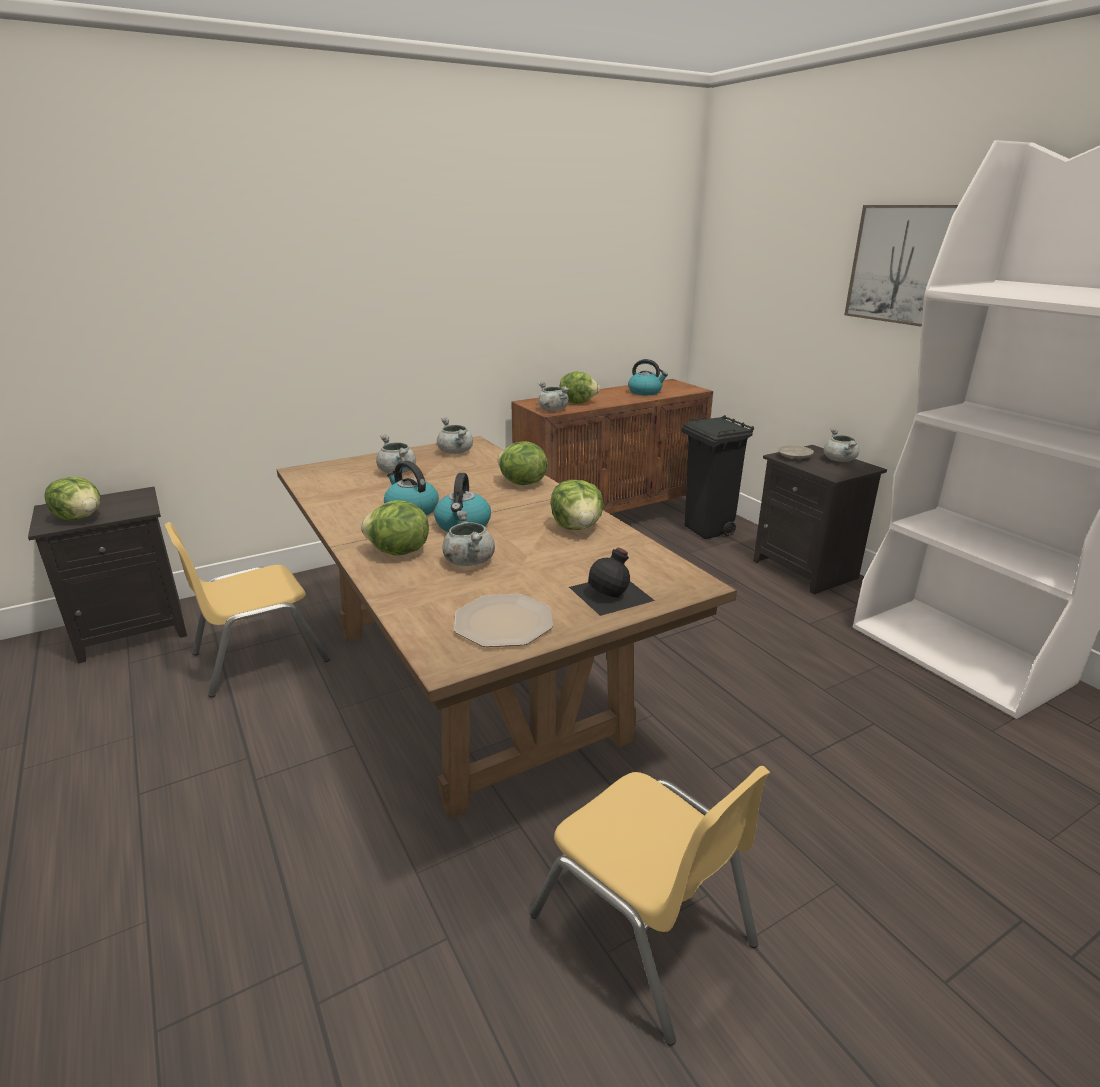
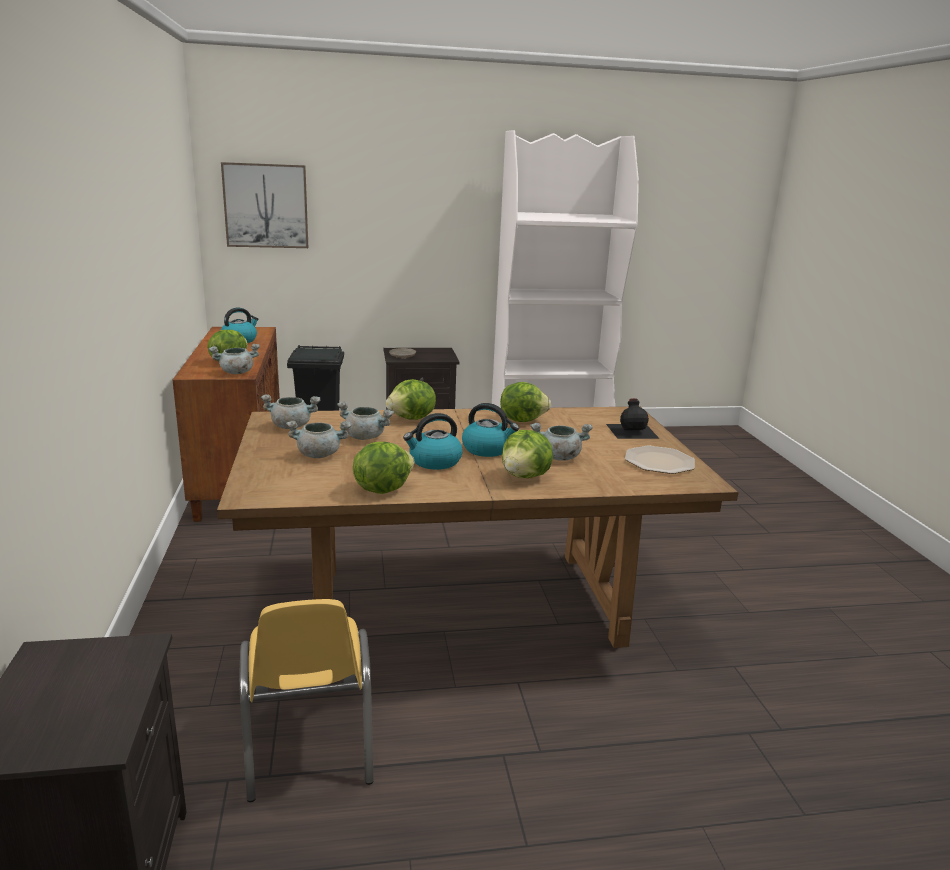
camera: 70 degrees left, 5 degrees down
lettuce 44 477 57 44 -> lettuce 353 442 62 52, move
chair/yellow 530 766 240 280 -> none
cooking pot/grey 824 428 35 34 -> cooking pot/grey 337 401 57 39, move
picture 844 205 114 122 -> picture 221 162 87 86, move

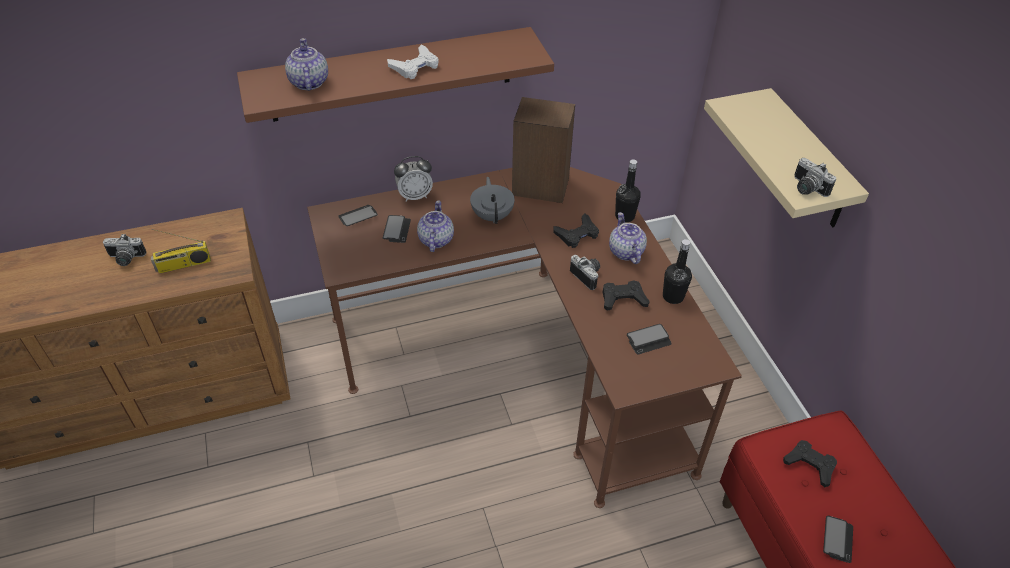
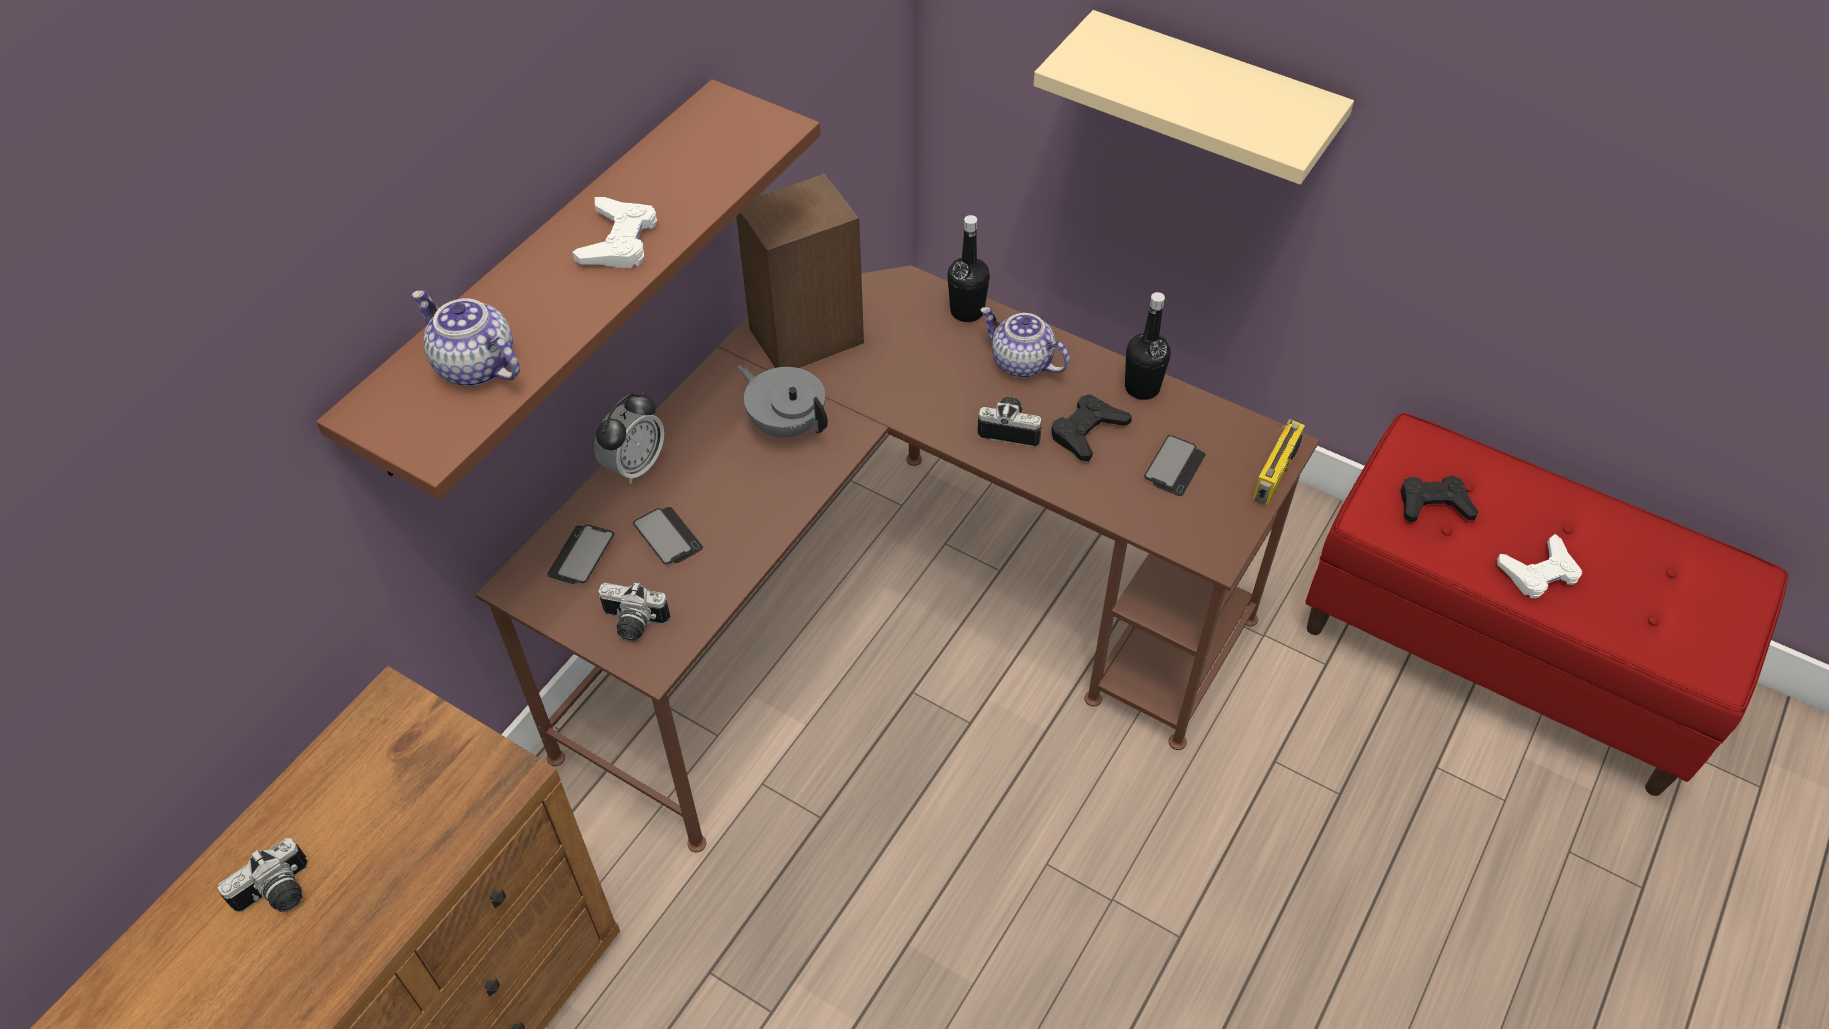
camera: 40 degrees left, 5 degrees up
radio 151 229 60 45 -> radio 1253 419 52 85, move
teapot 417 201 37 51 -> none
game controller/black 553 213 46 35 -> none
photo camera 794 158 42 39 -> photo camera 598 582 72 60, move
phone 823 516 30 47 -> game controller/white 1497 534 85 64

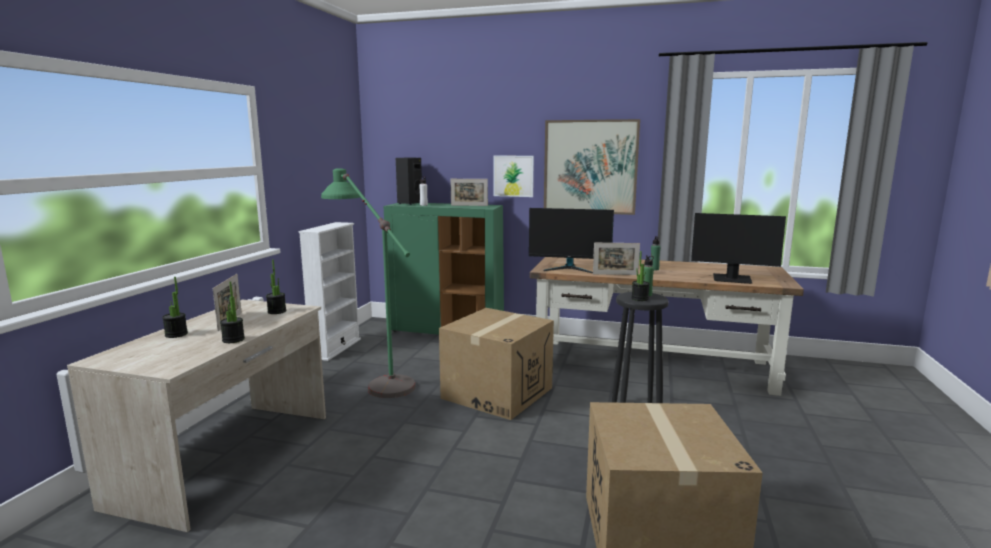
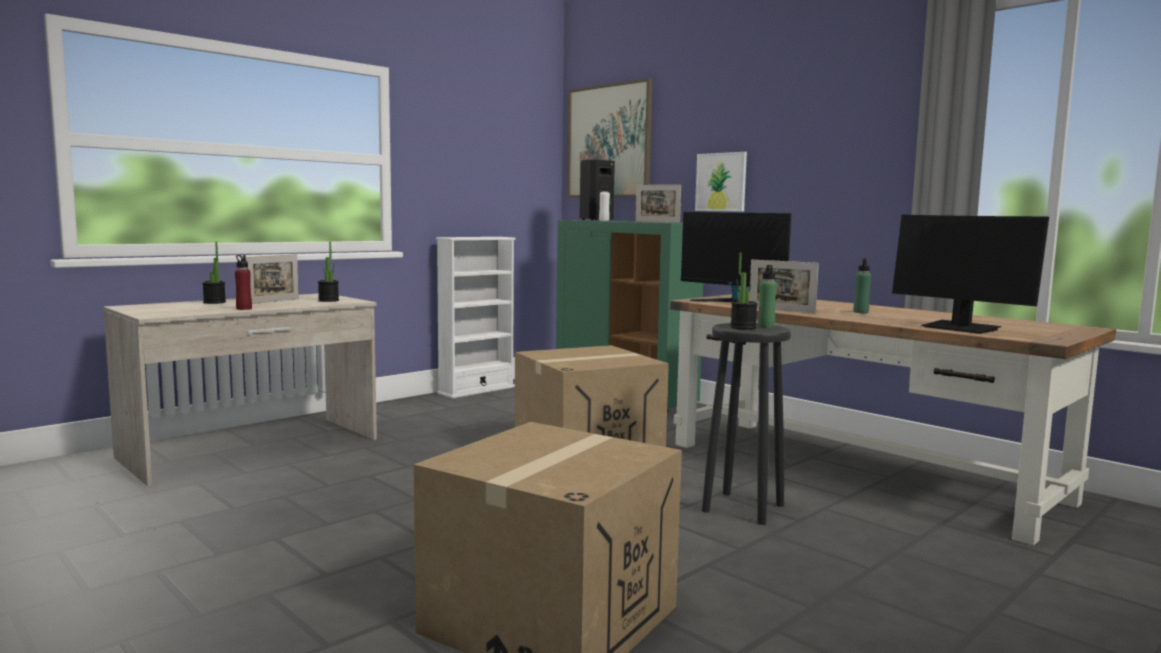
camera: 30 degrees right, 5 degrees down
potted plant 220 282 25 61 -> bottle/red 235 255 17 55
floor lamp/green 321 168 95 230 -> none
picture 544 119 96 96 -> picture 567 78 86 119, move

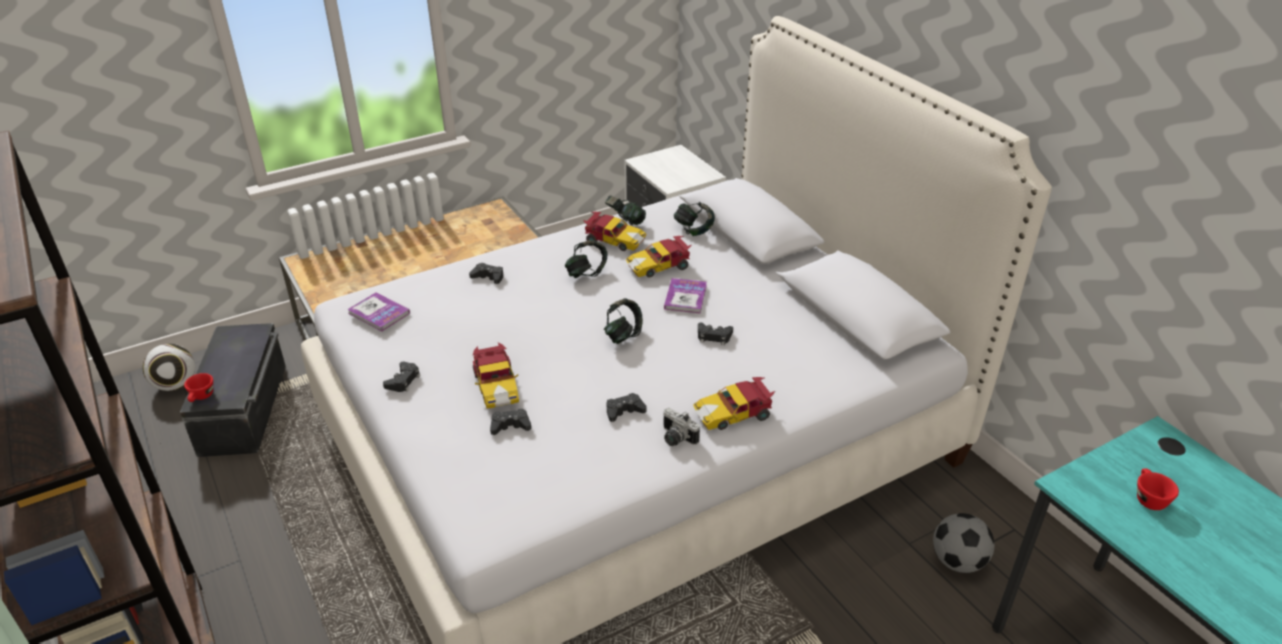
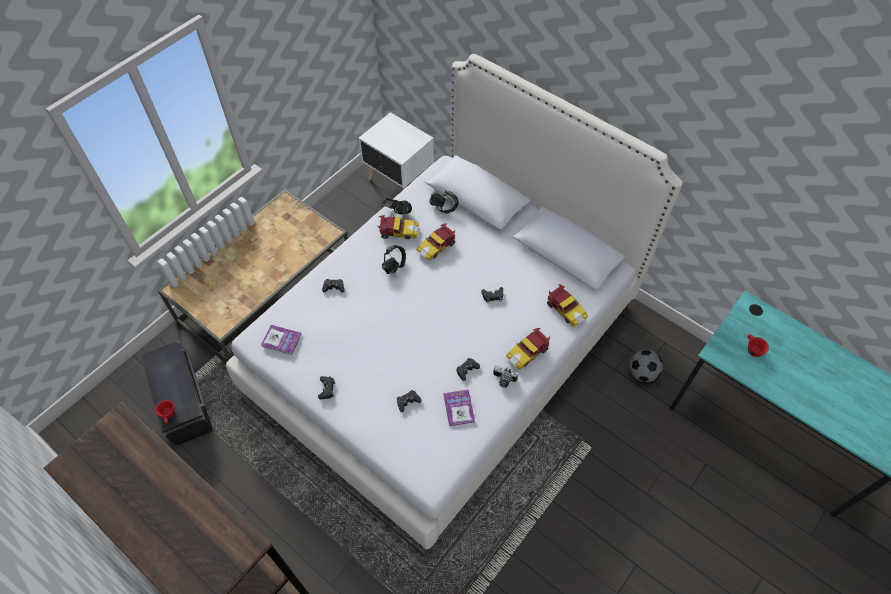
camera: 20 degrees left, 20 degrees up
football 143 344 52 47 -> none
toy car 472 342 47 67 -> toy car 547 284 41 43, move
headphones 604 298 39 46 -> none
book 664 278 43 35 -> book 443 389 32 37, move

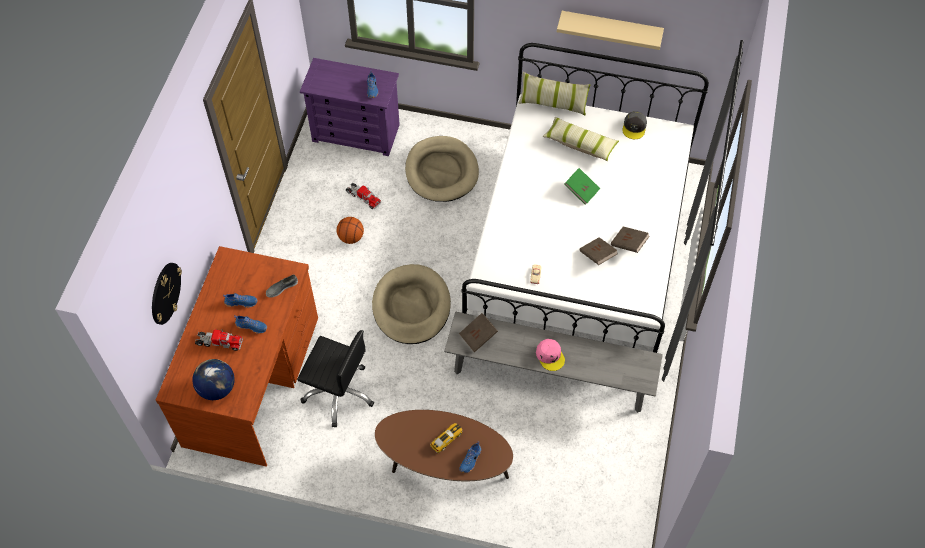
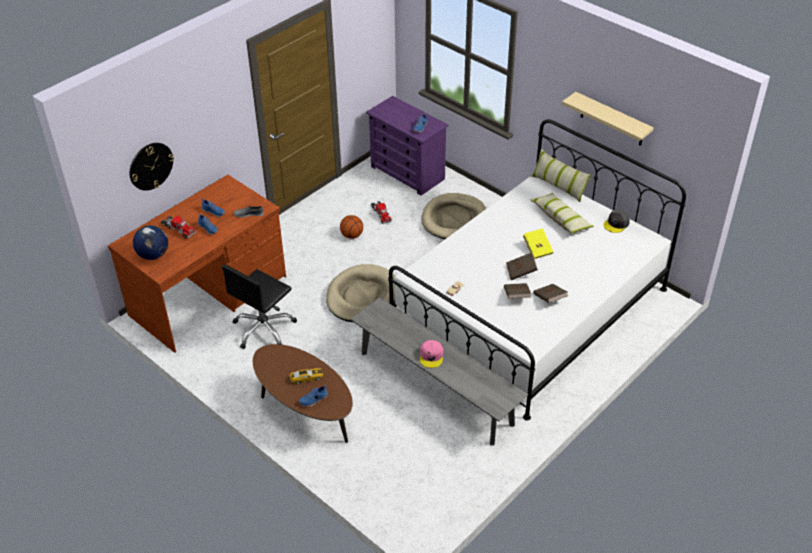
camera: 30 degrees right, 15 degrees down
office chair/black 297 330 77 97 -> office chair/black 222 265 75 84, 75 degrees clockwise
book/brown 459 313 39 39 -> book/brown 506 252 32 28, move
book/green 564 168 36 37 -> book/yellow 523 229 31 30

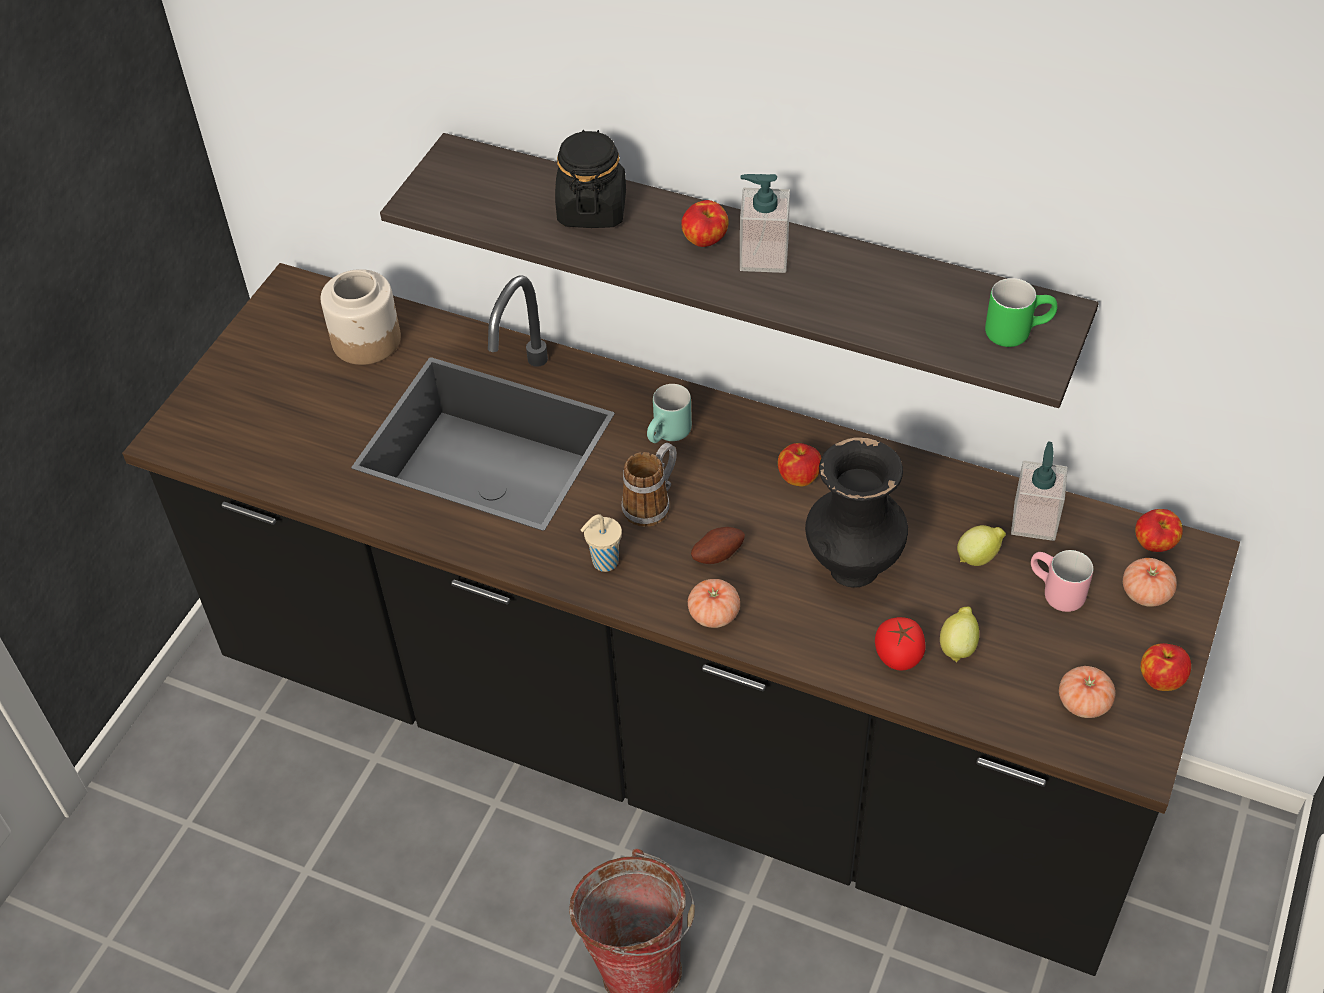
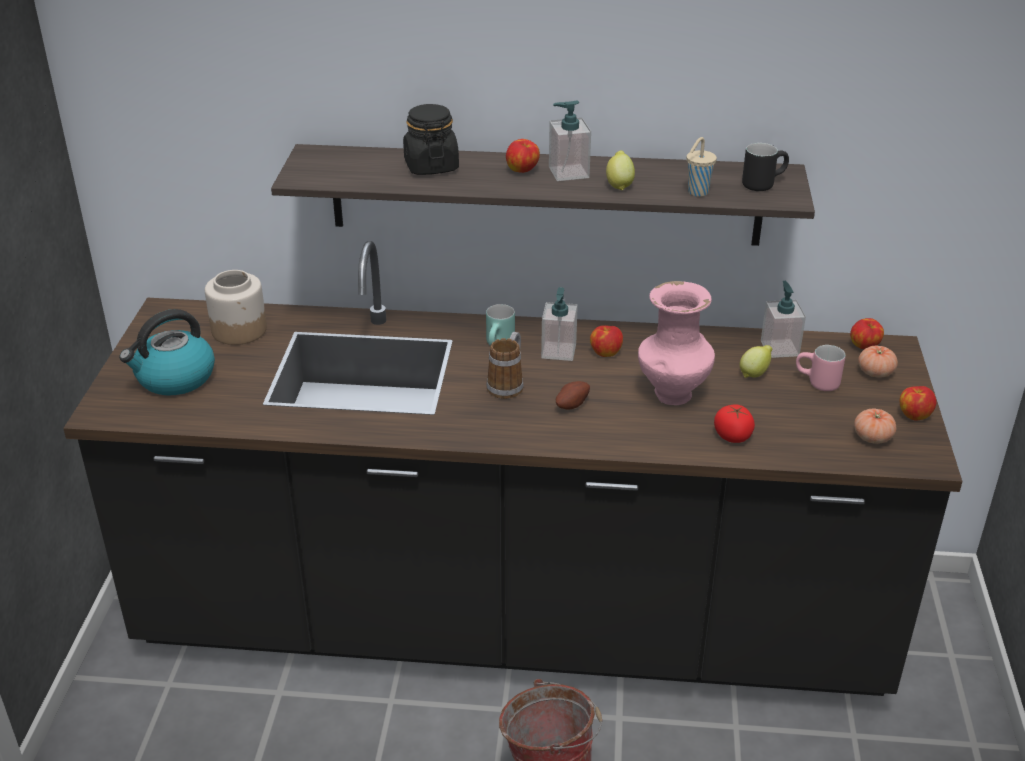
camera: 20 degrees left, 15 degrees down
cup/beige 581 514 41 58 -> cup/beige 687 137 30 60, move
tomato 688 579 52 49 -> none
vase/black 805 437 103 151 -> vase/pink 638 281 77 124
lemon 940 607 39 56 -> lemon 606 150 29 40, move
mug/green 985 278 72 69 -> mug/black 742 143 47 48
none -> kettle 119 309 96 86
none -> soap dispenser 541 287 37 74

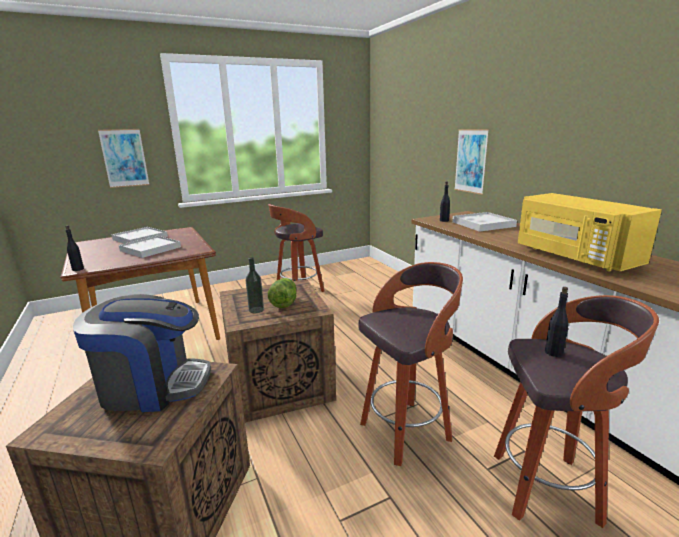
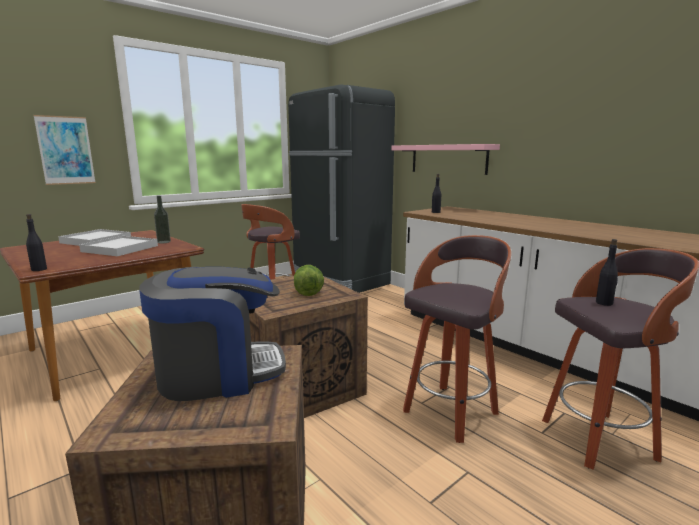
camera: 15 degrees left, 5 degrees down
bottle 246 257 18 56 -> bottle 154 195 17 48, move
tray/white 452 212 65 20 -> none
picture 454 129 35 66 -> shelf/pink 391 144 109 31
microwave/yellow 518 193 144 78 -> none
none -> fridge/black 288 85 107 208

